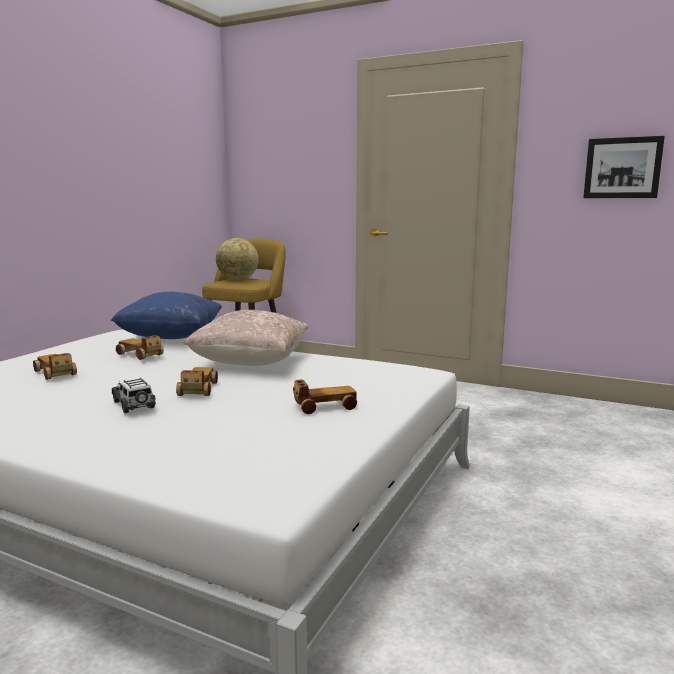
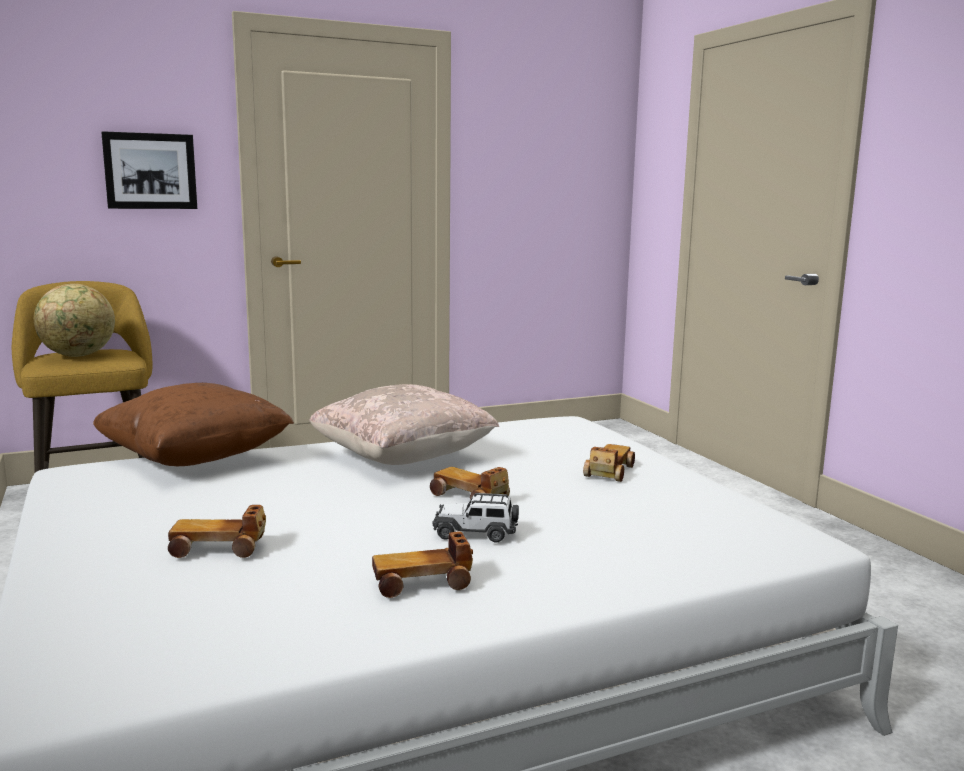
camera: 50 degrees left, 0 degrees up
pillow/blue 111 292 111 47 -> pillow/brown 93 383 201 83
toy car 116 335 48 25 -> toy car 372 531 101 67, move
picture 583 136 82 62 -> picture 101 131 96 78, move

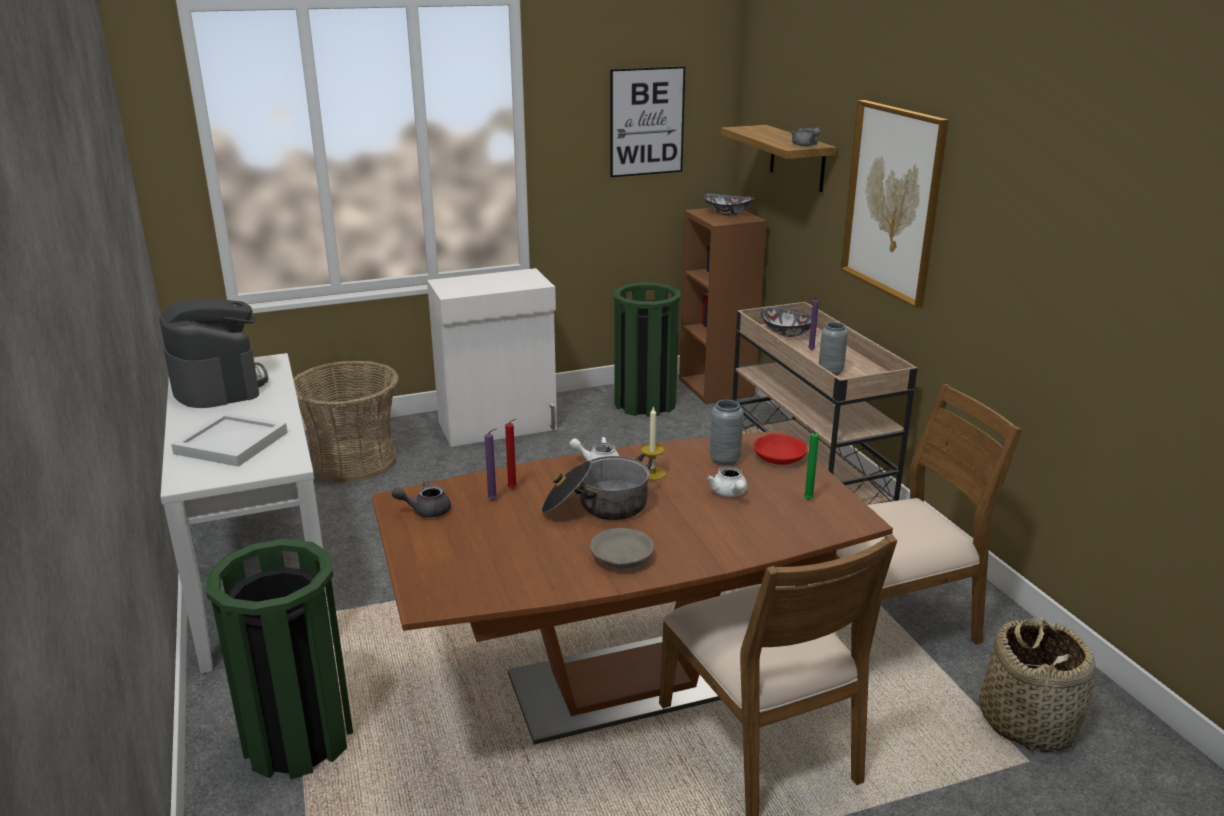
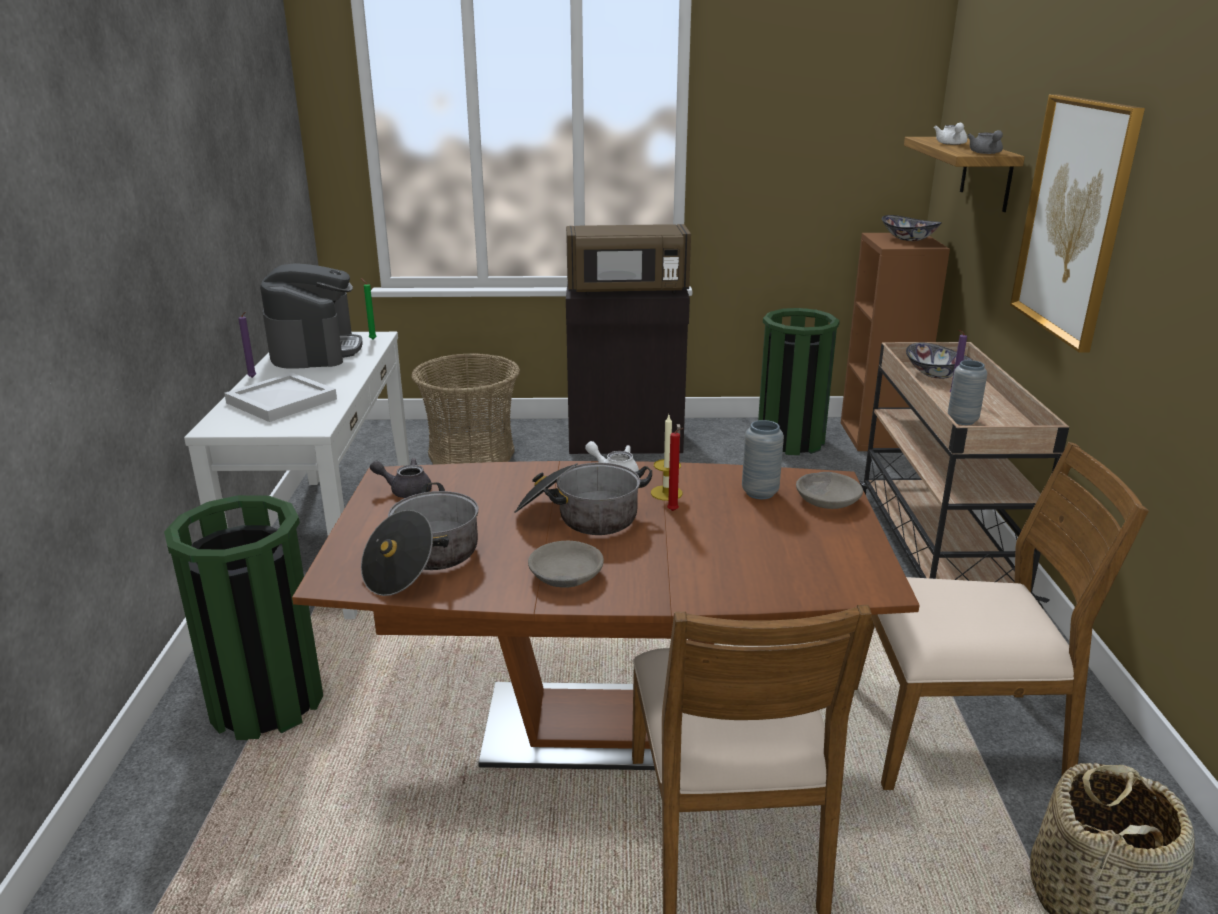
camera: 20 degrees right, 0 degrees up
cabinet/white 427 268 130 179 -> cabinet/black 566 283 124 171
candle/purple 484 428 13 73 -> candle/purple 238 312 18 66, move
candle/red 505 419 12 70 -> candle/red 667 428 16 83, move
picture 610 66 75 111 -> none
teapot/white 707 466 40 31 -> teapot/white 934 123 33 22, move
bowl/red 753 434 55 31 -> bowl/grey 796 472 67 37
candle/green 804 427 15 73 -> candle/green 361 278 16 61, move
none -> cooking pot 361 482 118 114
none -> microwave/brown 566 224 125 71

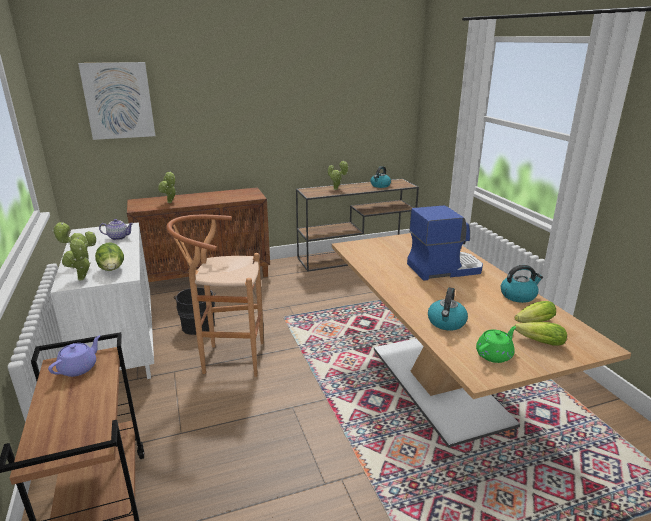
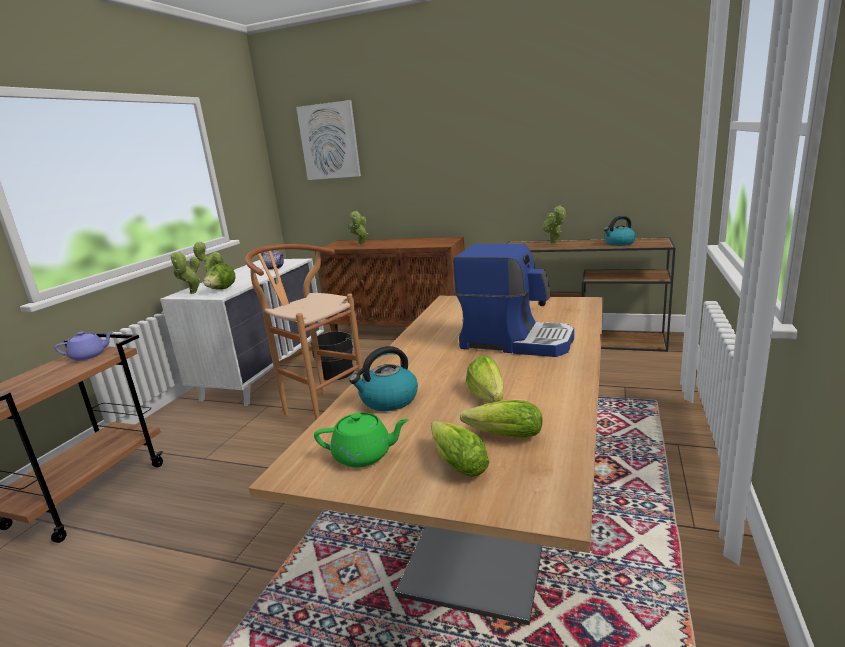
camera: 40 degrees right, 5 degrees down
kettle 501 265 42 38 -> none
none -> lettuce 466 356 38 47

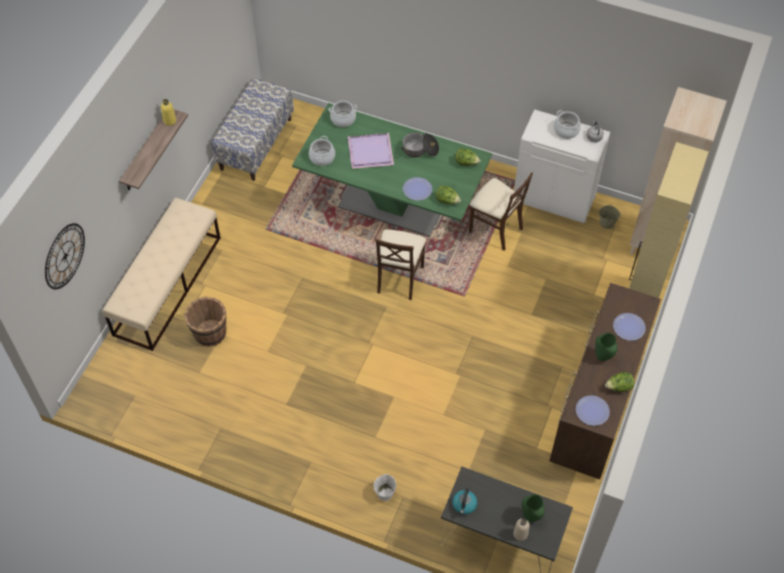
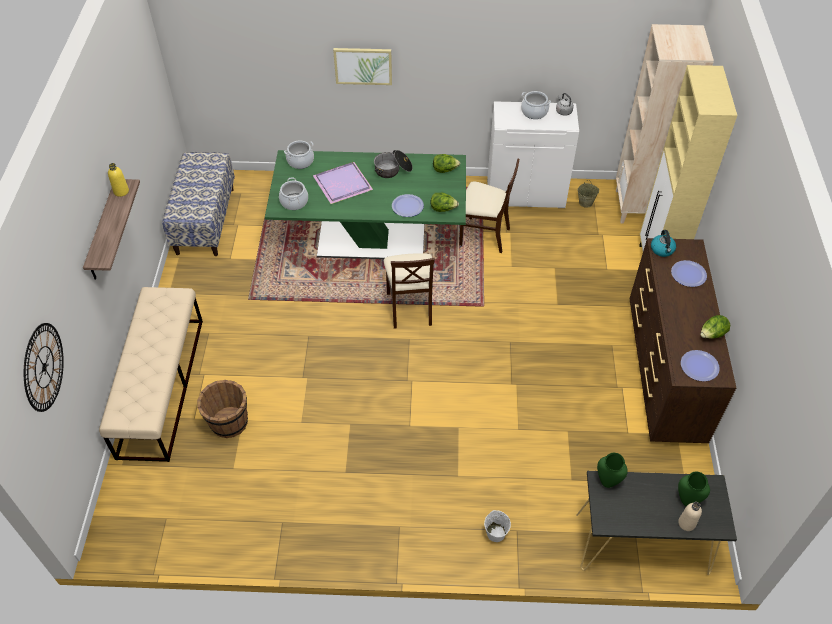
camera: 20 degrees left, 5 degrees down
kettle 452 488 25 27 -> kettle 651 230 25 27, move
vase/green 595 333 22 28 -> vase/green 597 453 31 35, move
none -> picture 333 48 59 37

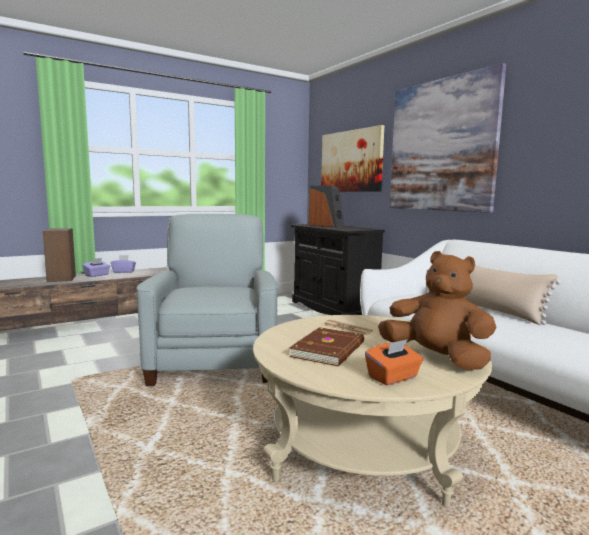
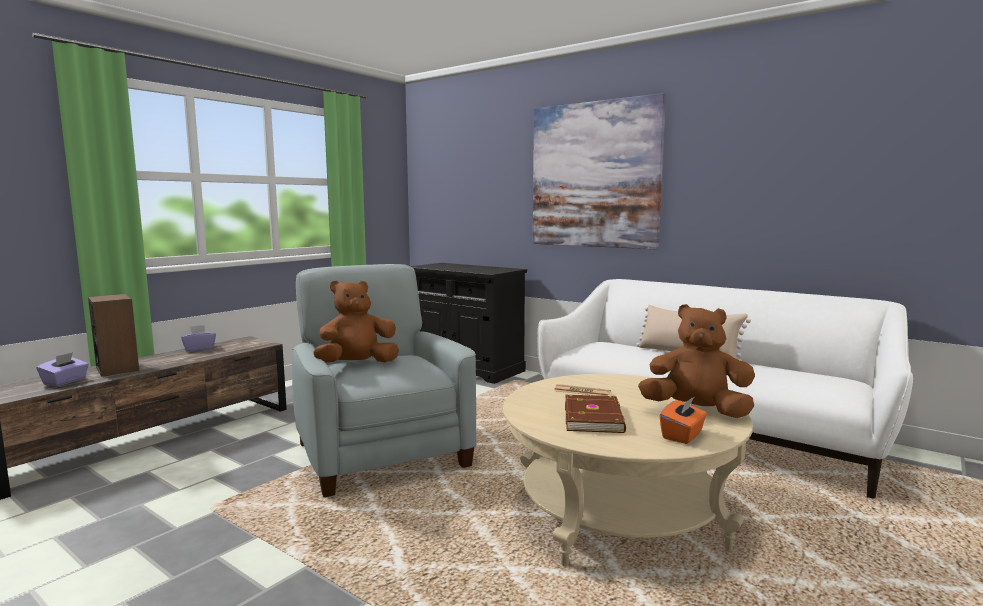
camera: 20 degrees left, 0 degrees up
tissue box/purple 82 258 28 19 -> tissue box/purple 36 352 53 34, move
speaker 309 186 35 41 -> none
picture 321 125 63 67 -> none
none -> plush toy/brown 313 281 86 81

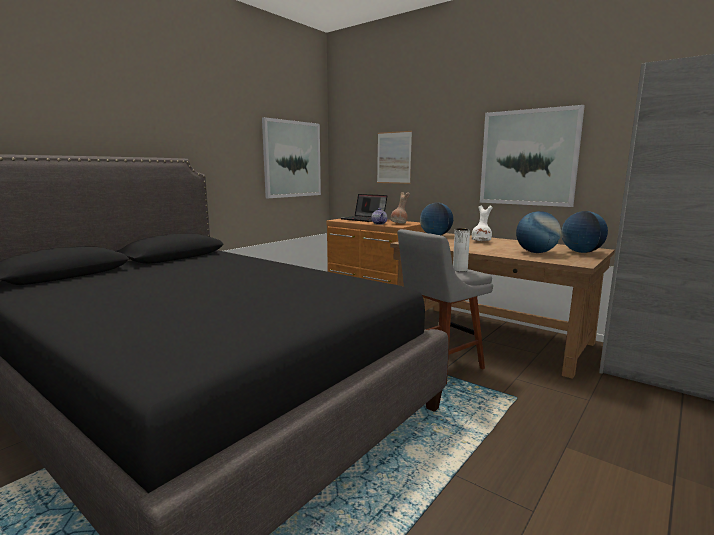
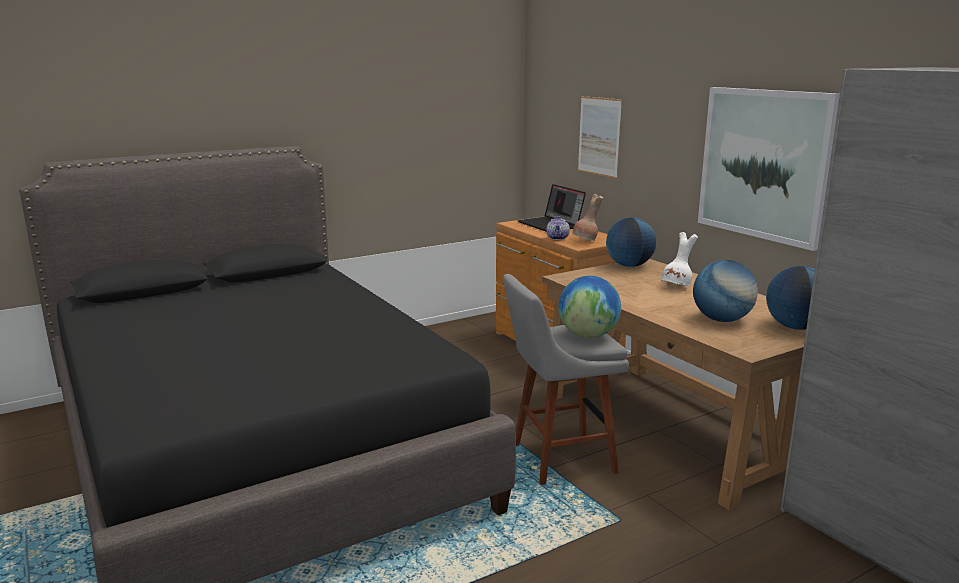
camera: 20 degrees right, 5 degrees up
picture 262 117 59 81 -> none
vase/white 453 228 17 44 -> globe 558 276 63 62

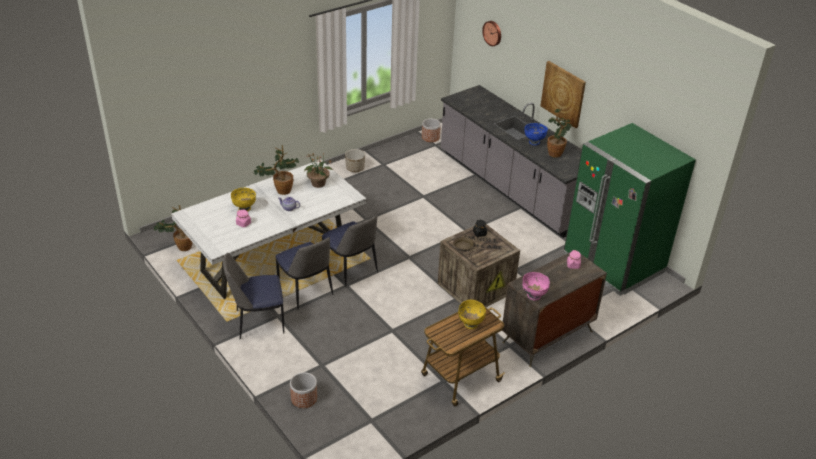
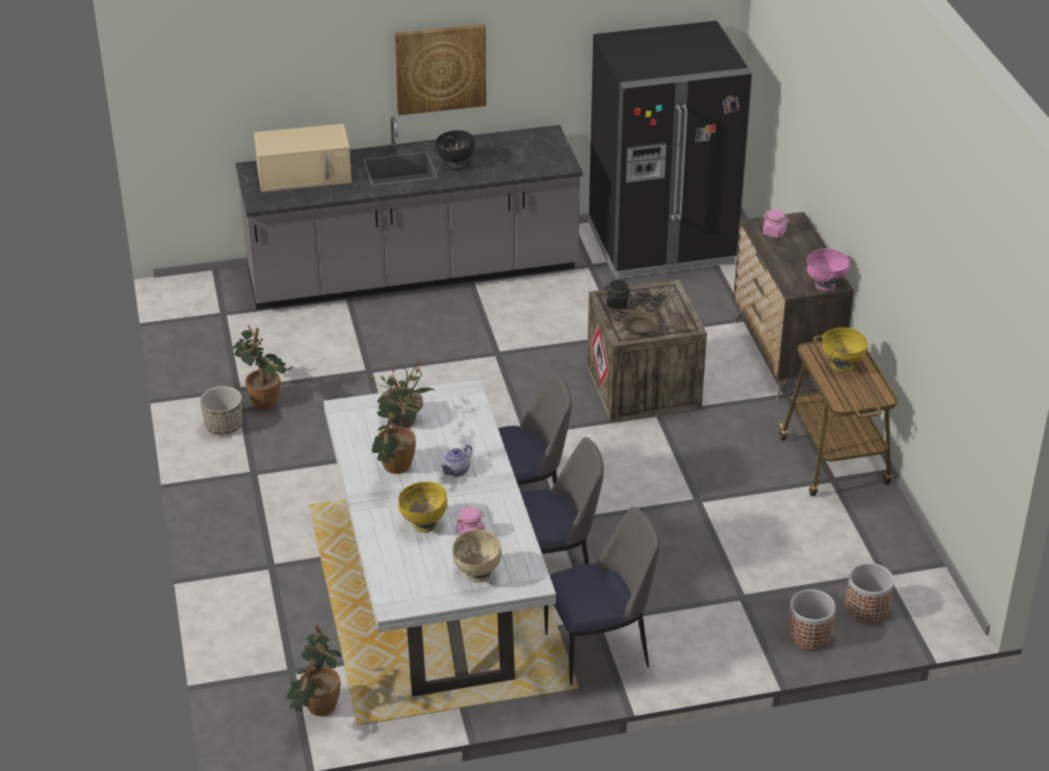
camera: 65 degrees left, 0 degrees up
chair 223 253 61 87 -> chair 544 507 116 178, 120 degrees counterclockwise
planter 422 118 19 24 -> planter 845 563 49 59, move
wall clock 482 21 19 25 -> none
bowl/blue 524 123 24 22 -> bowl/black 436 130 39 40
potted plant 547 107 25 51 -> potted plant 232 325 61 85, move
fridge/green 564 123 132 173 -> fridge/black 589 21 163 258
none -> microwave/beige 254 124 98 68
none -> bowl/beige 452 529 50 54

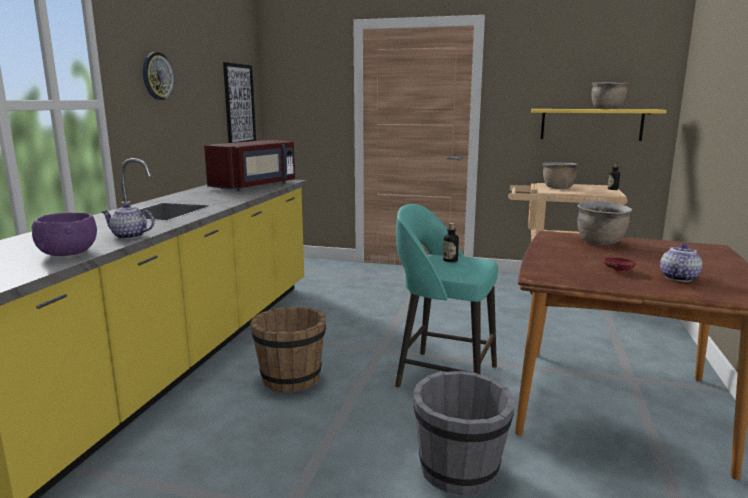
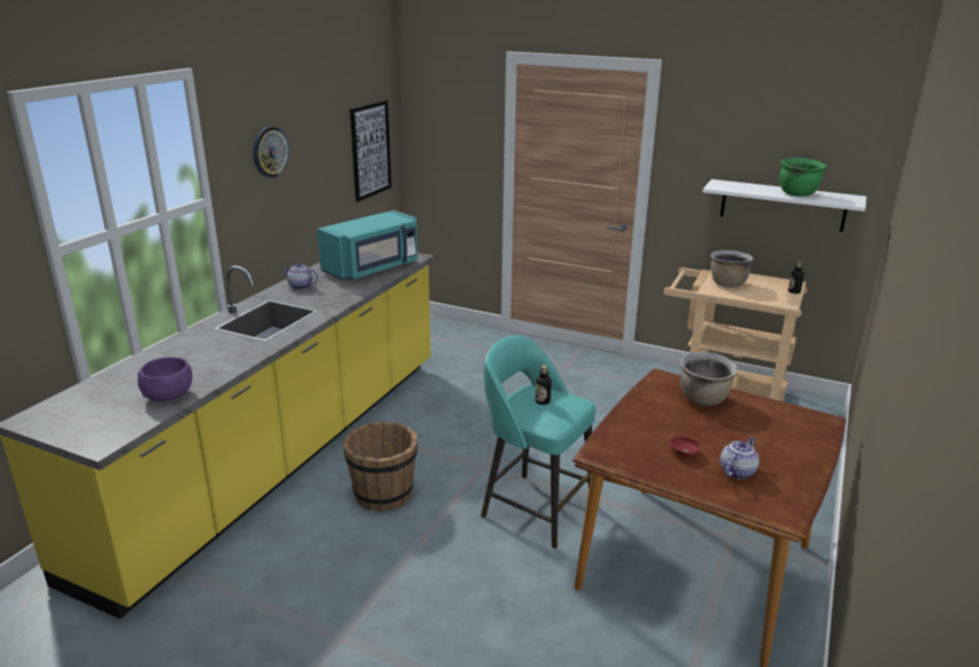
camera: 10 degrees right, 10 degrees up
teapot 102 203 52 36 -> teapot 281 263 37 27, move
microwave/red 204 140 91 51 -> microwave/turquoise 317 210 101 70
bucket/grey 413 371 102 125 -> none
shelf/yellow 531 109 136 32 -> shelf/white 703 179 164 53
cooking pot/brown 591 82 38 27 -> cooking pot/green 779 158 48 38

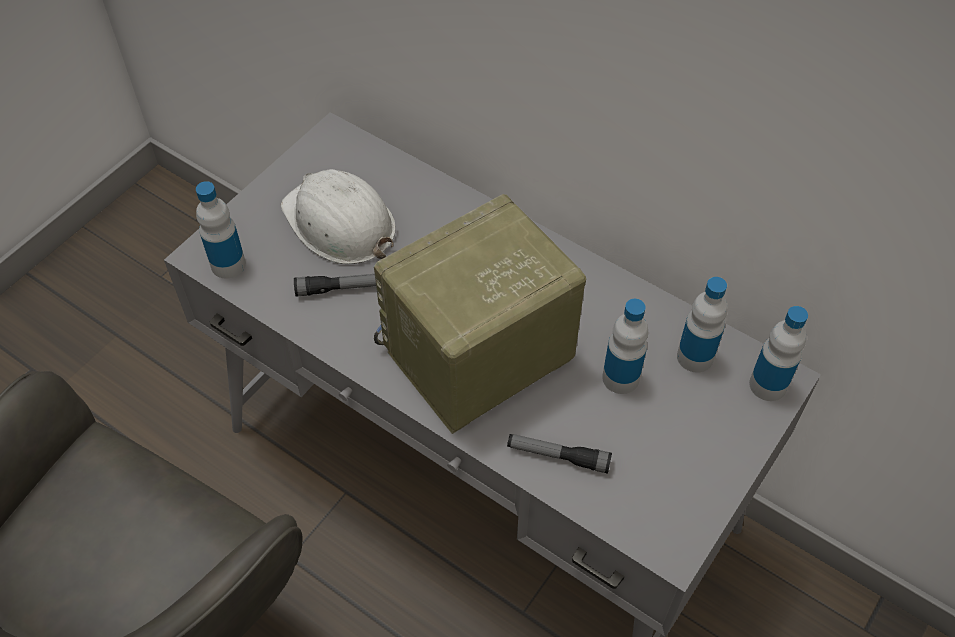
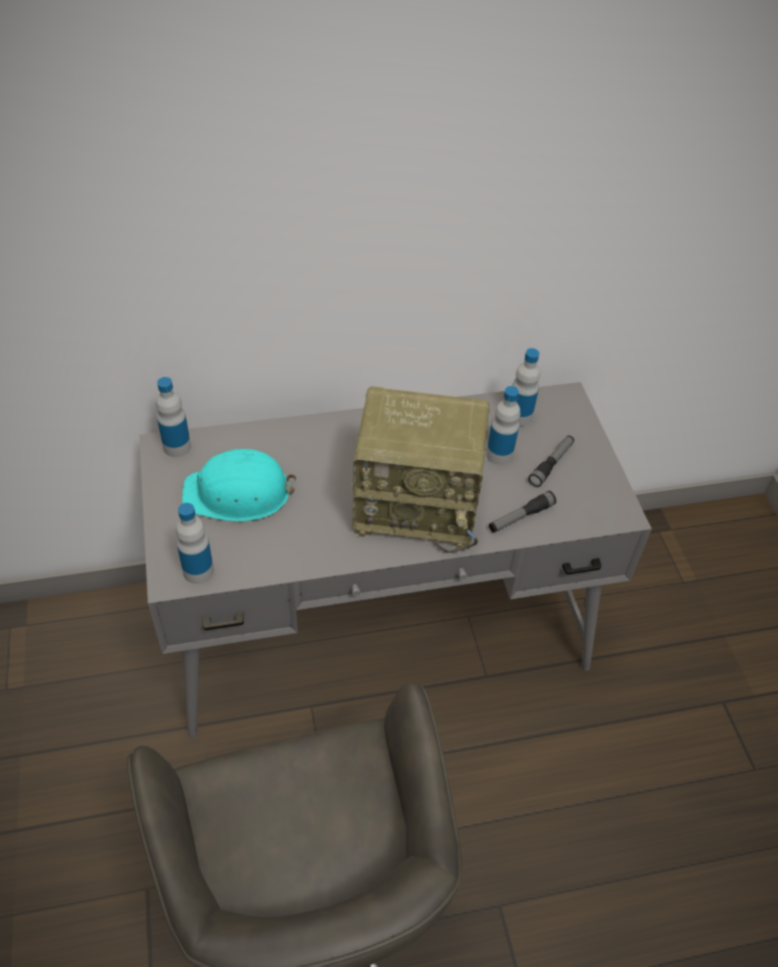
camera: 50 degrees left, 5 degrees down
hard hat/white 280 169 116 95 -> hard hat/turquoise 182 449 115 73
flashlight 294 274 86 23 -> flashlight 528 436 46 51, move
radio 374 194 212 240 -> radio 352 387 138 166, 90 degrees counterclockwise
bottle 749 306 59 95 -> bottle 156 377 35 80, move

